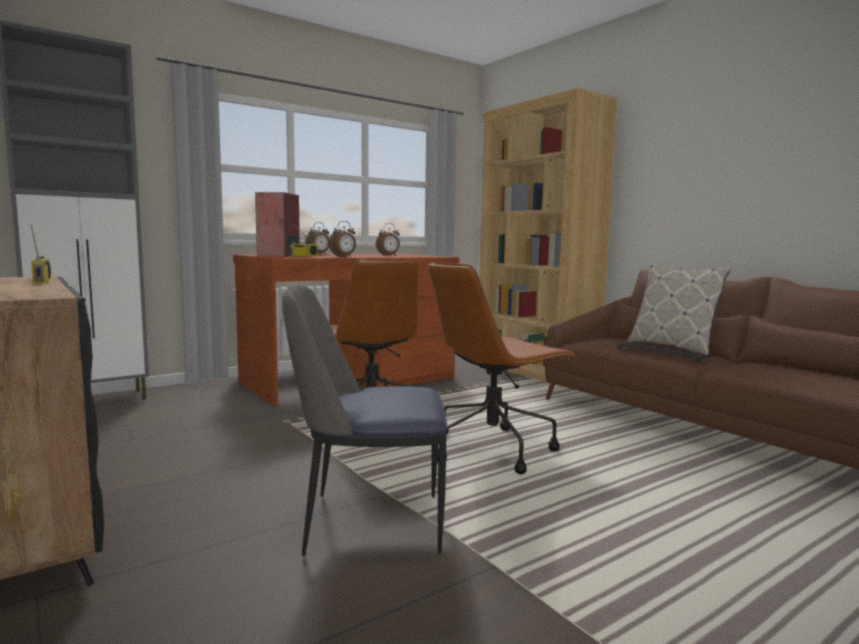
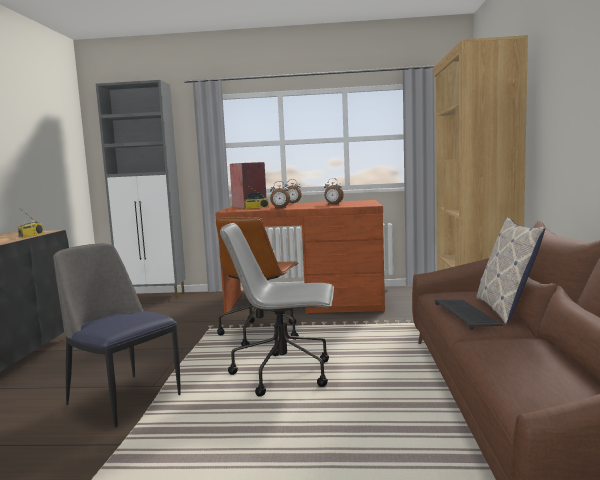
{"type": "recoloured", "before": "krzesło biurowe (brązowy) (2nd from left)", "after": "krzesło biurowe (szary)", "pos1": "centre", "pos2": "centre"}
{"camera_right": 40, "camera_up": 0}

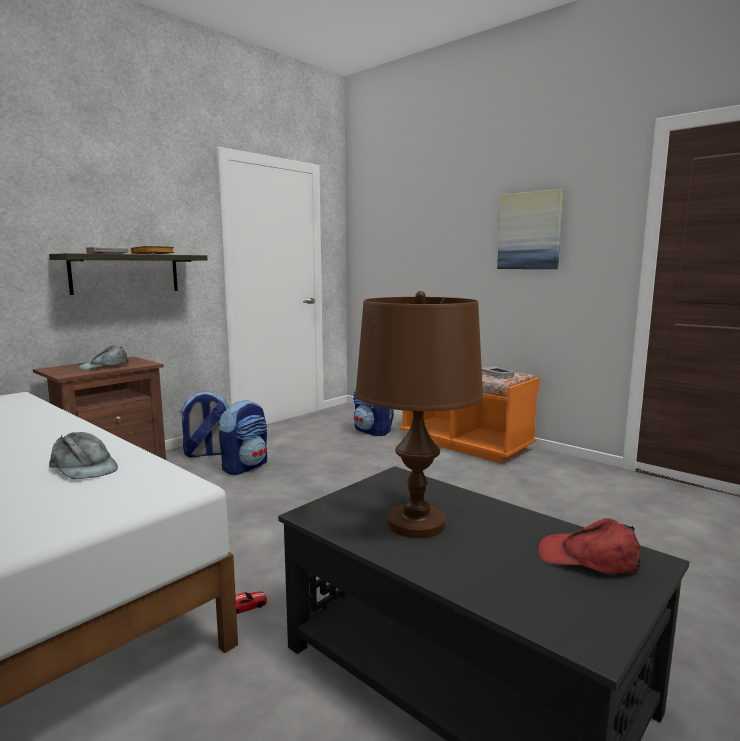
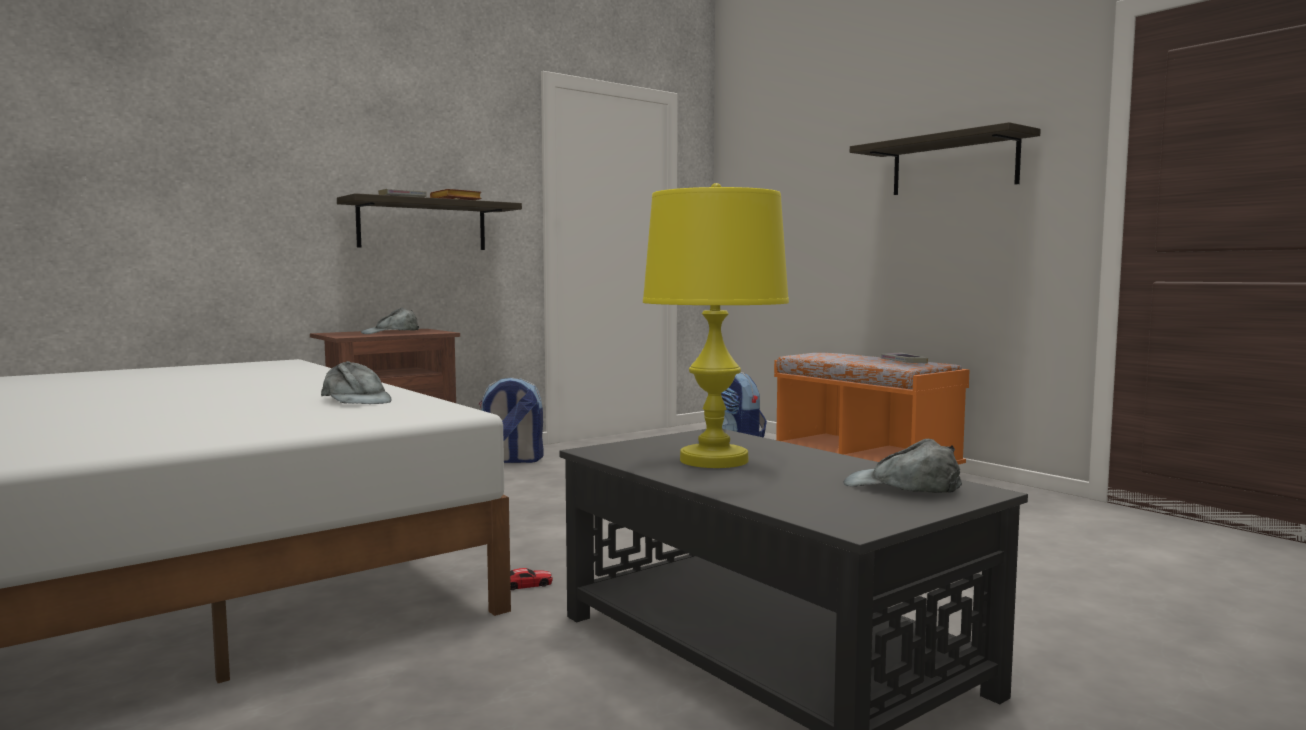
{"type": "recoloured", "before": "lampa stołowa (brązowy)", "after": "lampa stołowa (żółty)", "pos1": "centre", "pos2": "centre"}
{"type": "recoloured", "before": "czapka z daszkiem (czerwony)", "after": "czapka z daszkiem (szary) (3rd from left)", "pos1": "bottom right", "pos2": "middle right"}
{"type": "replaced", "before": "obraz", "after": "półka (2nd from left)", "pos1": "top right", "pos2": "top right"}
{"type": "removed", "before": "plecak (2nd from left)", "pos1": "middle left"}
{"camera_right": 10, "camera_up": -5}

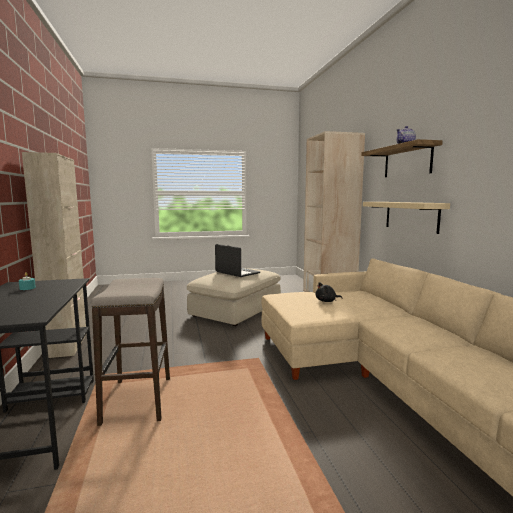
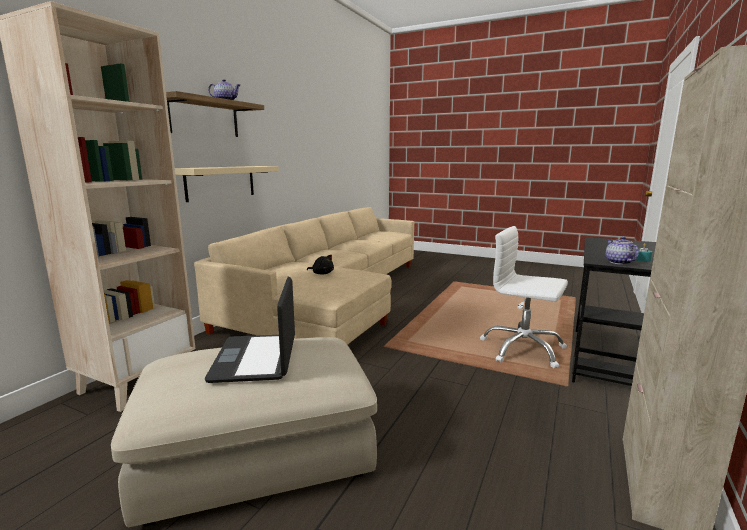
{"type": "replaced", "before": "stołek", "after": "krzesło biurowe (biały)", "pos1": "bottom left", "pos2": "middle right"}
{"type": "added", "after": "imbryk (2nd from left)", "pos2": "middle right"}
{"camera_right": -140, "camera_up": 5}

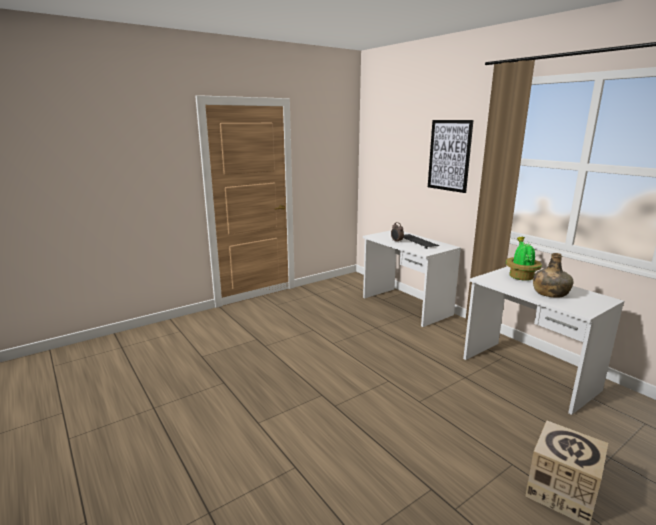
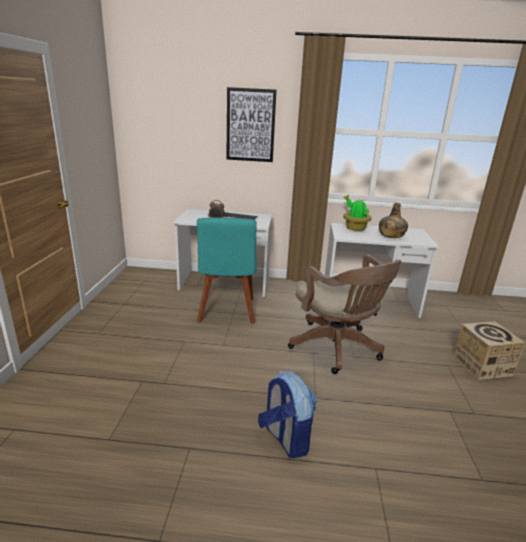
{"type": "added", "after": "krzesło (turkusowy)", "pos2": "centre"}
{"type": "added", "after": "plecak", "pos2": "bottom centre"}
{"type": "added", "after": "krzesło biurowe (brązowy)", "pos2": "centre"}
{"camera_right": -50, "camera_up": 5}

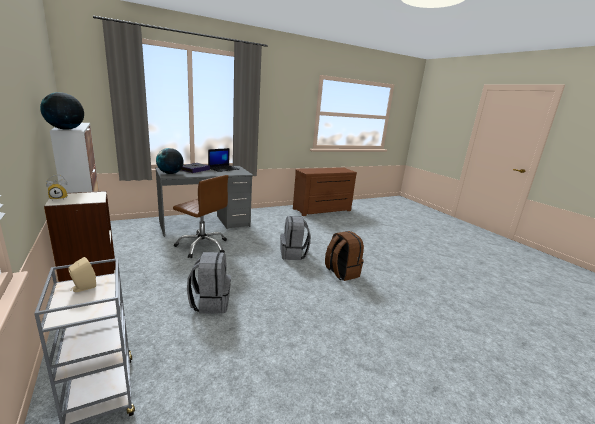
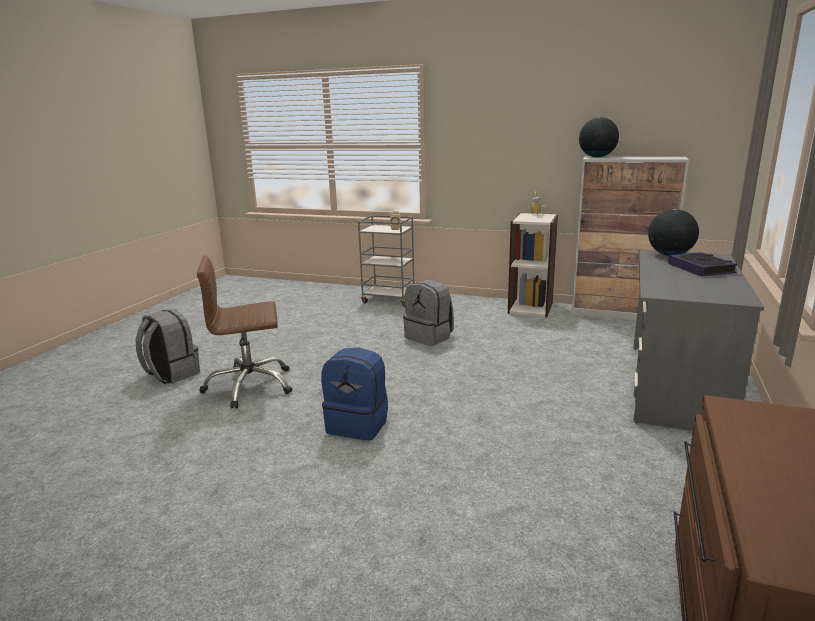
{"type": "moved", "before": "plecak (szary) (2nd from left in the first image)", "after": "plecak (szary) (1st from left)", "pos1": "centre", "pos2": "middle left"}
{"type": "moved", "before": "krzesło biurowe (brązowy)", "pos1": "centre", "pos2": "middle left"}
{"type": "recoloured", "before": "plecak (brązowy)", "after": "plecak (niebieski)", "pos1": "centre", "pos2": "centre"}
{"type": "removed", "before": "laptop", "pos1": "centre"}
{"camera_right": 140, "camera_up": 0}

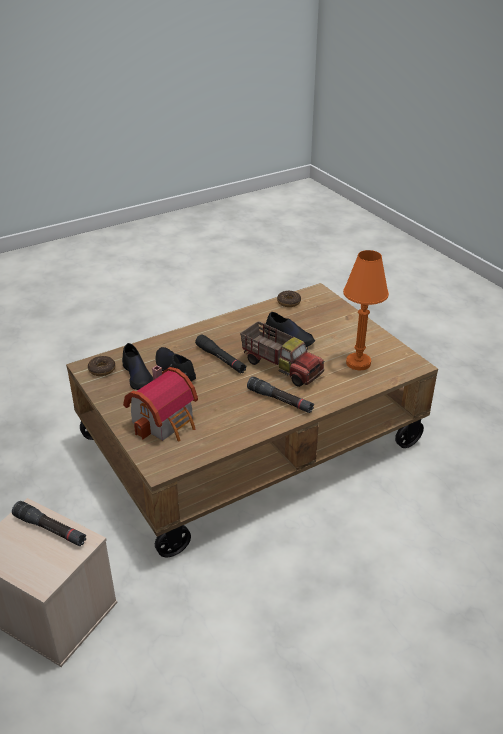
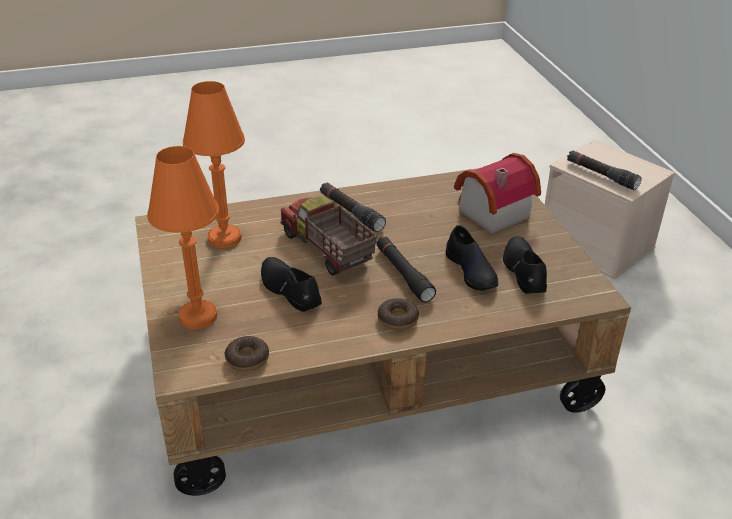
{"type": "added", "after": "lampa stołowa (pomarańczowy) (1st from left)", "pos2": "middle left"}
{"type": "moved", "before": "donut (1st from left in the first image)", "after": "donut (2nd from left)", "pos1": "middle left", "pos2": "centre"}
{"camera_right": -165, "camera_up": 0}

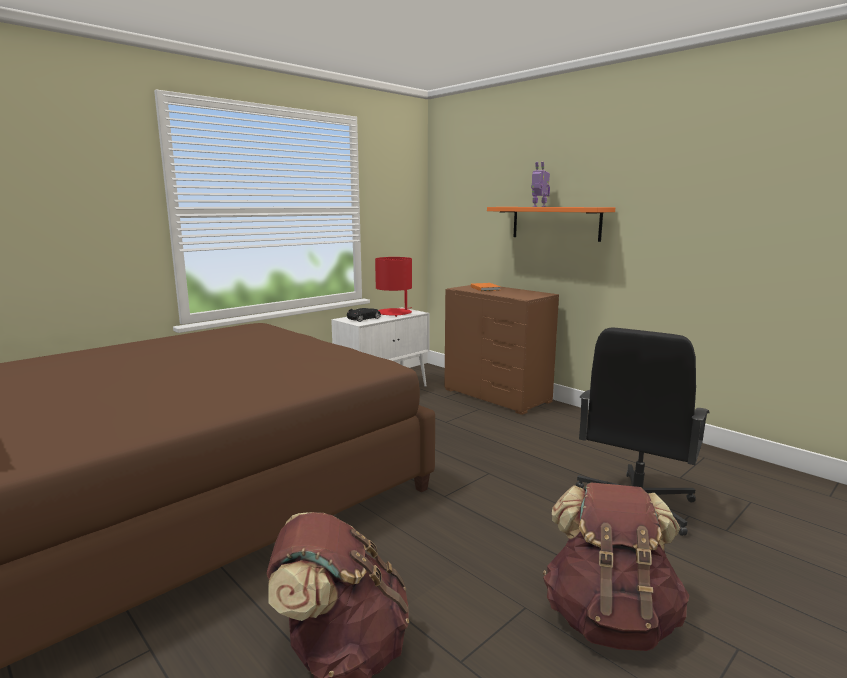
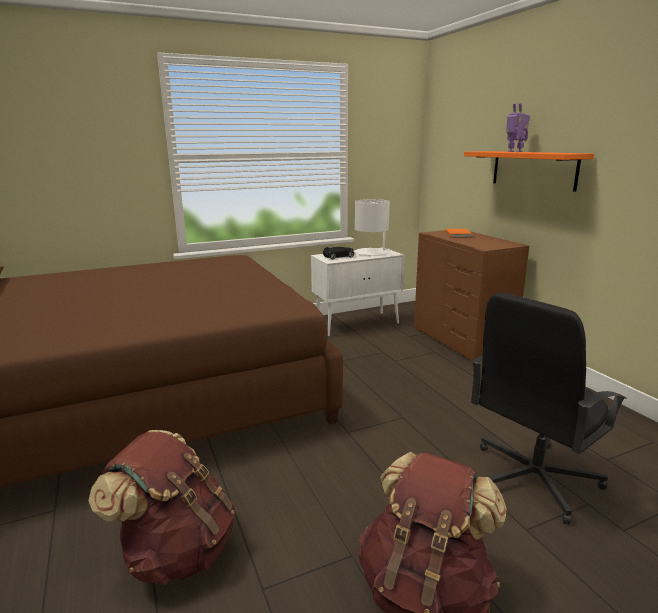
{"type": "recoloured", "before": "lampa stołowa (czerwony)", "after": "lampa stołowa (biały)", "pos1": "centre", "pos2": "centre"}
{"camera_right": 20, "camera_up": 5}

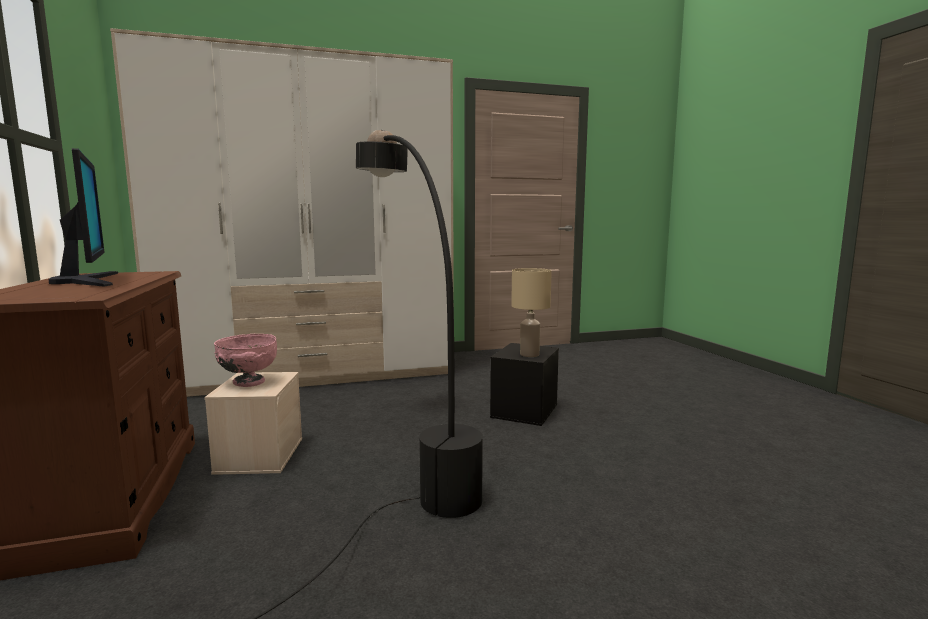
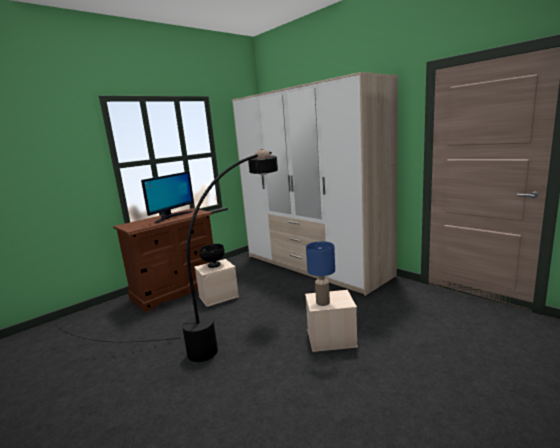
{"type": "recoloured", "before": "miska (różowy)", "after": "miska (czarny)", "pos1": "middle left", "pos2": "centre"}
{"type": "recoloured", "before": "pojemnik do przechowywania (czarny)", "after": "pojemnik do przechowywania (beżowy) (2nd from left)", "pos1": "centre", "pos2": "bottom centre"}
{"type": "recoloured", "before": "lampa stołowa (beżowy)", "after": "lampa stołowa (niebieski)", "pos1": "centre", "pos2": "centre"}
{"camera_right": 65, "camera_up": 5}

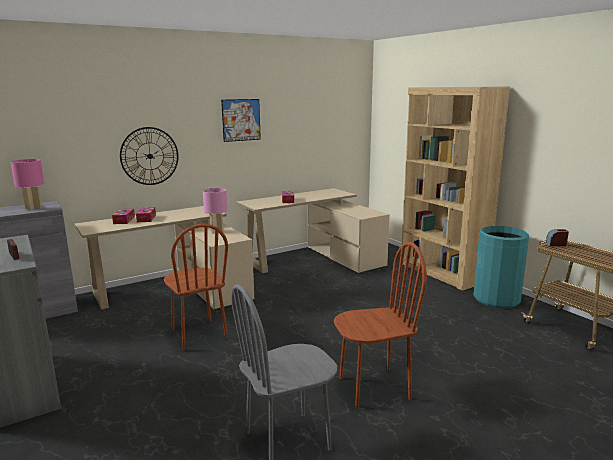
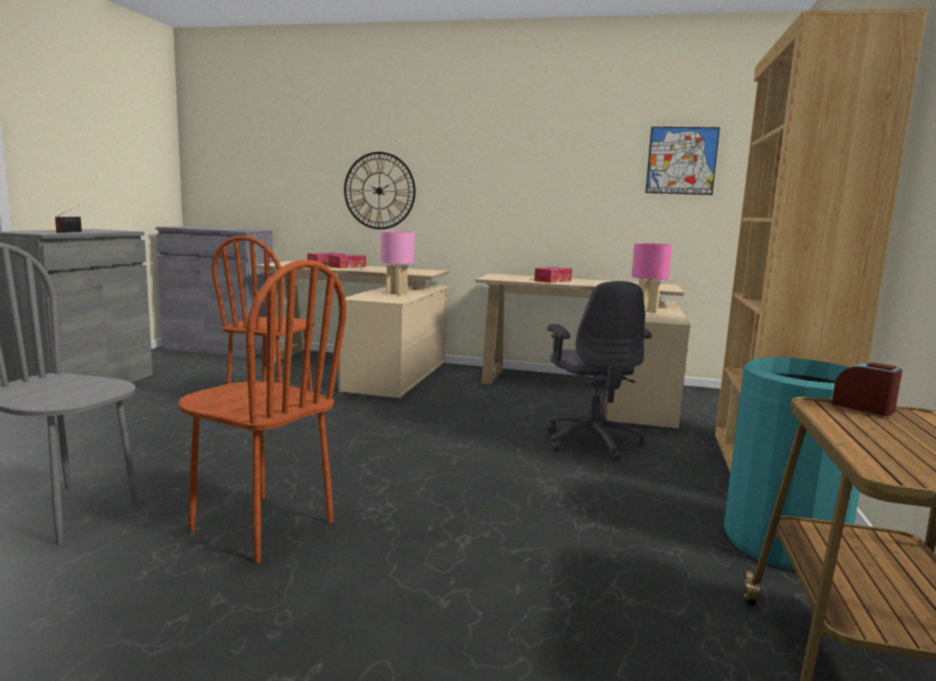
{"type": "added", "after": "krzesło biurowe (szary)", "pos2": "centre"}
{"type": "moved", "before": "lampa stołowa (różowy) (1st from left in the first image)", "after": "lampa stołowa (różowy) (2nd from left)", "pos1": "middle left", "pos2": "middle right"}
{"type": "moved", "before": "obraz", "pos1": "top centre", "pos2": "top right"}
{"camera_right": 45, "camera_up": -5}

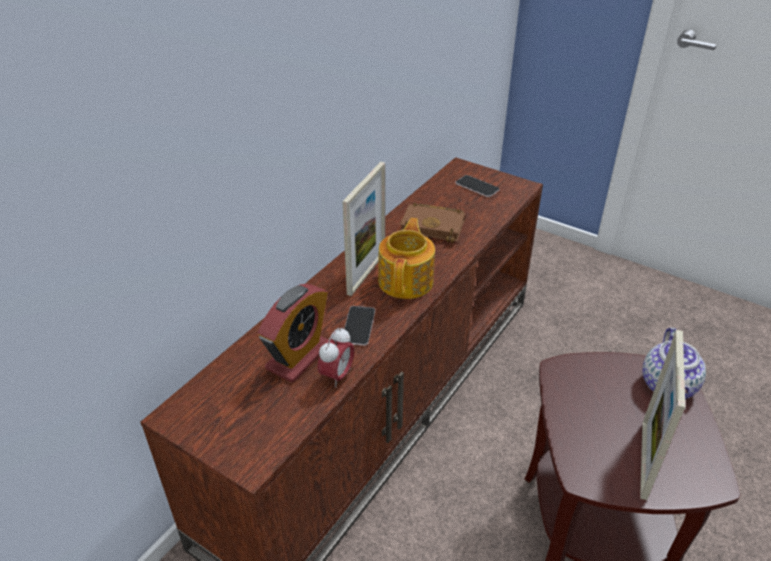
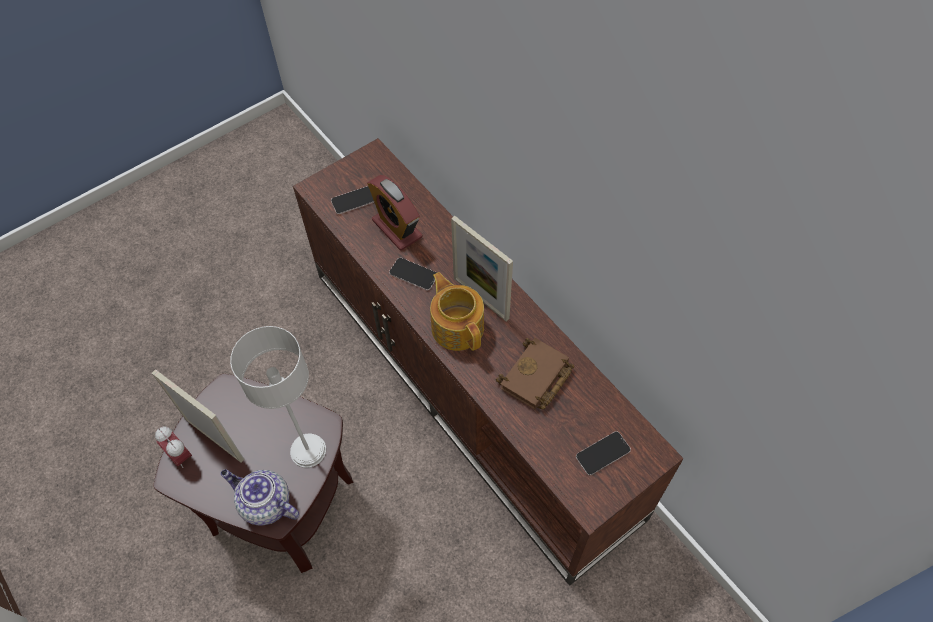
{"type": "moved", "before": "budzik (2nd from left in the first image)", "after": "budzik (1st from left)", "pos1": "centre", "pos2": "bottom left"}
{"type": "added", "after": "lampa stołowa (szary)", "pos2": "middle left"}
{"type": "added", "after": "telefon (1st from left)", "pos2": "top centre"}
{"type": "turned", "before": "imbryk (1st from left in the first image)", "pos1": "centre", "pos2": "centre", "turn": -150}
{"camera_right": 110, "camera_up": 20}

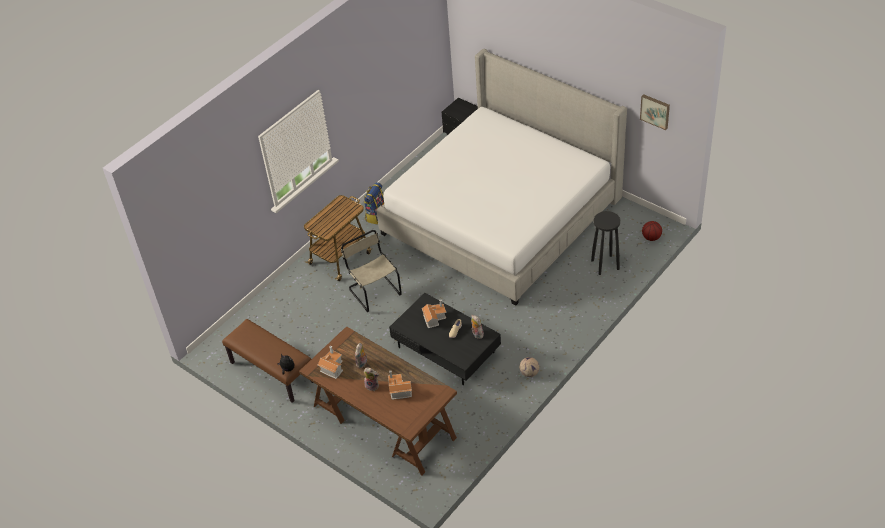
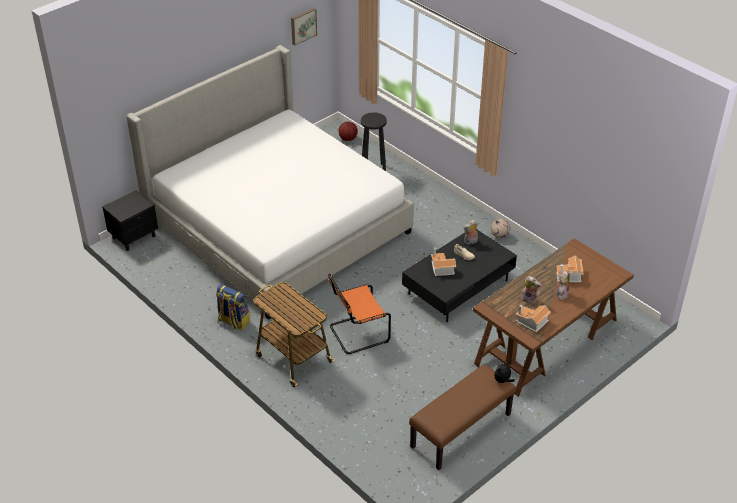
{"type": "recoloured", "before": "krzesło (beżowy)", "after": "krzesło (pomarańczowy)", "pos1": "centre", "pos2": "centre"}
{"camera_right": -85, "camera_up": -5}

